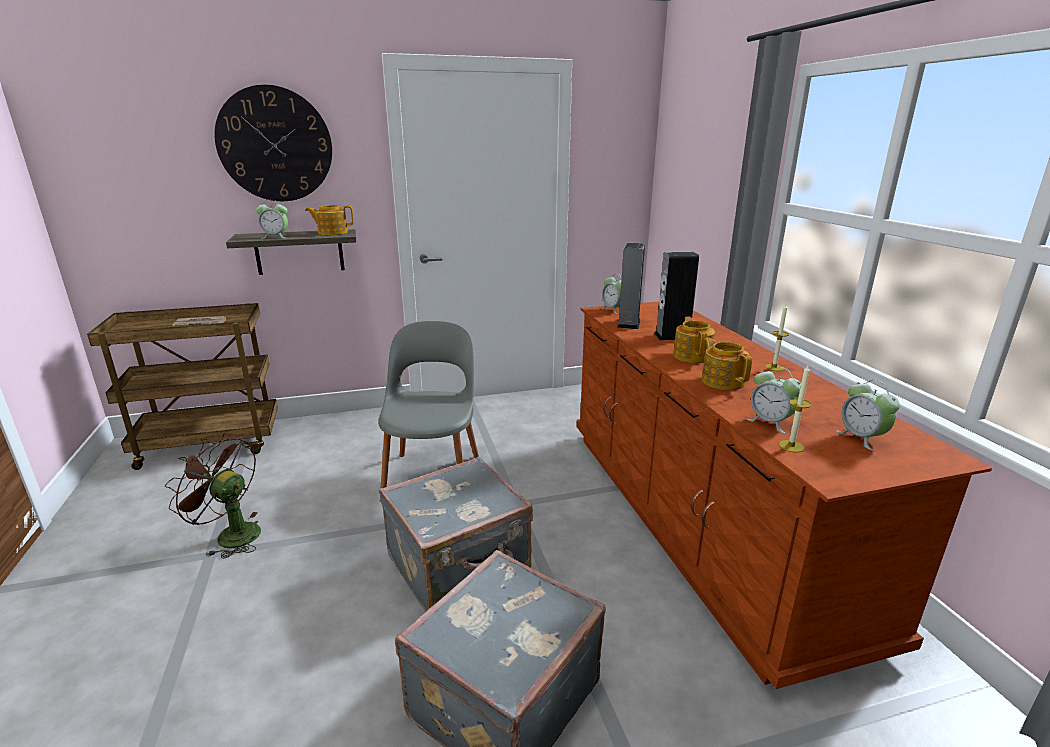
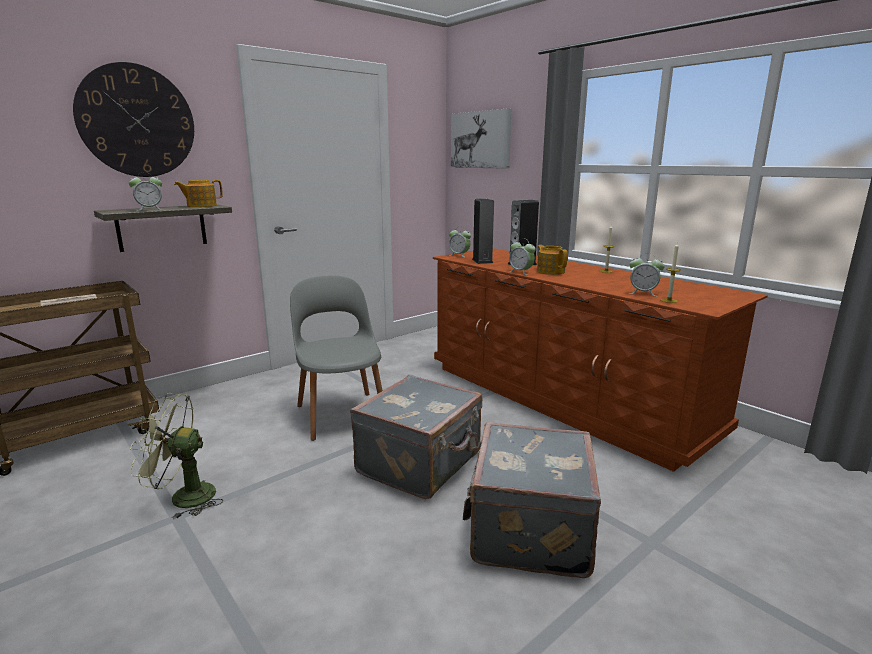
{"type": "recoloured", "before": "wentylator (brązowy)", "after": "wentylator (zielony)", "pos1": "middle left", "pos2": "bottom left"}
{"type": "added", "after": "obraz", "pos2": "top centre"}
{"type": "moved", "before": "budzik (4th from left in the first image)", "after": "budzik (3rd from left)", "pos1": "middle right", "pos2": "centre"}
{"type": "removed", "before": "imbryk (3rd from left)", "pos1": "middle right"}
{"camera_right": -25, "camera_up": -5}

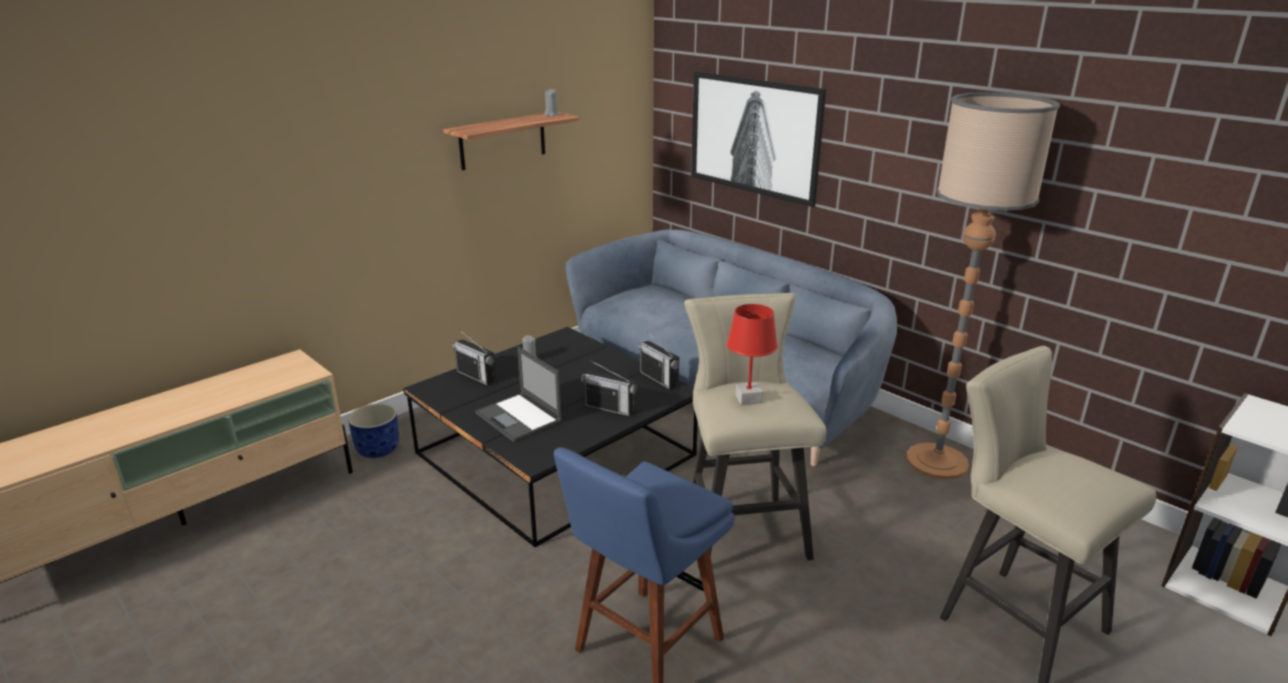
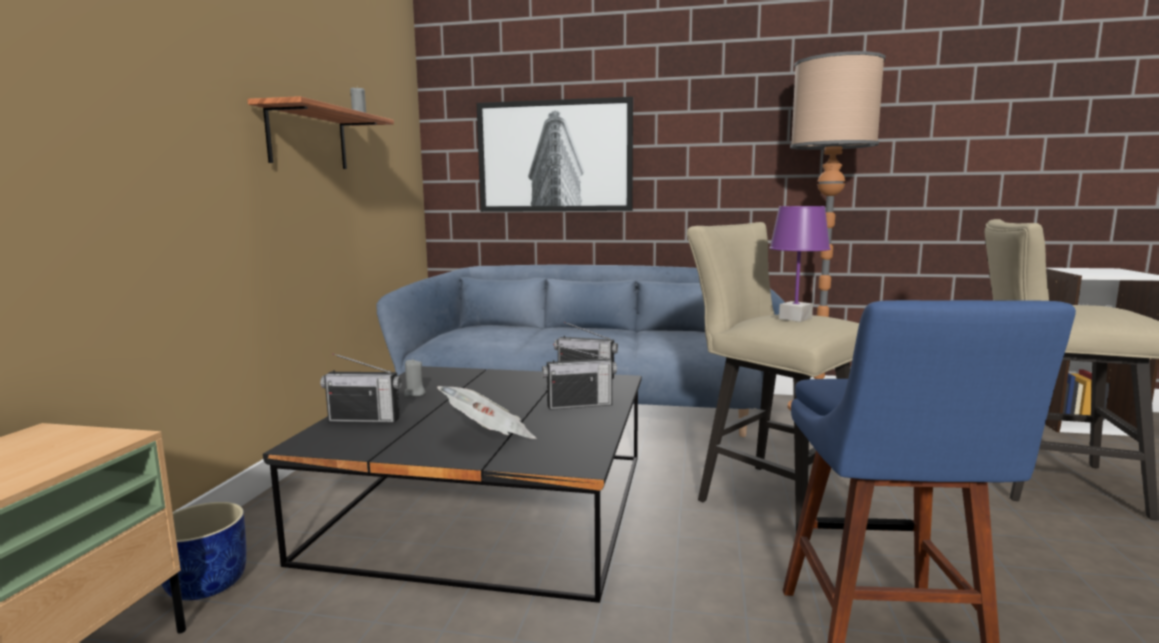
{"type": "replaced", "before": "laptop", "after": "gazeta", "pos1": "centre", "pos2": "centre"}
{"type": "recoloured", "before": "lampa stołowa (czerwony)", "after": "lampa stołowa (fioletowy)", "pos1": "centre", "pos2": "middle right"}
{"camera_right": -35, "camera_up": -15}

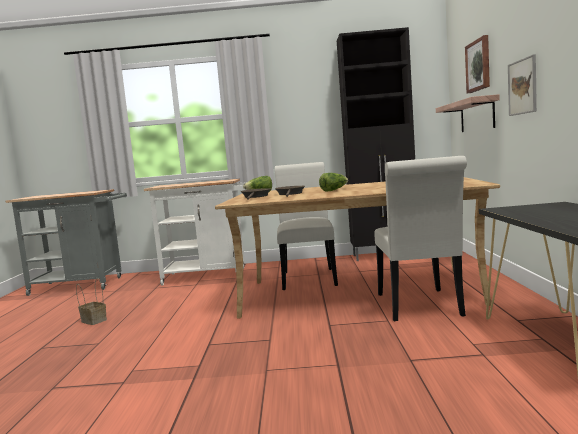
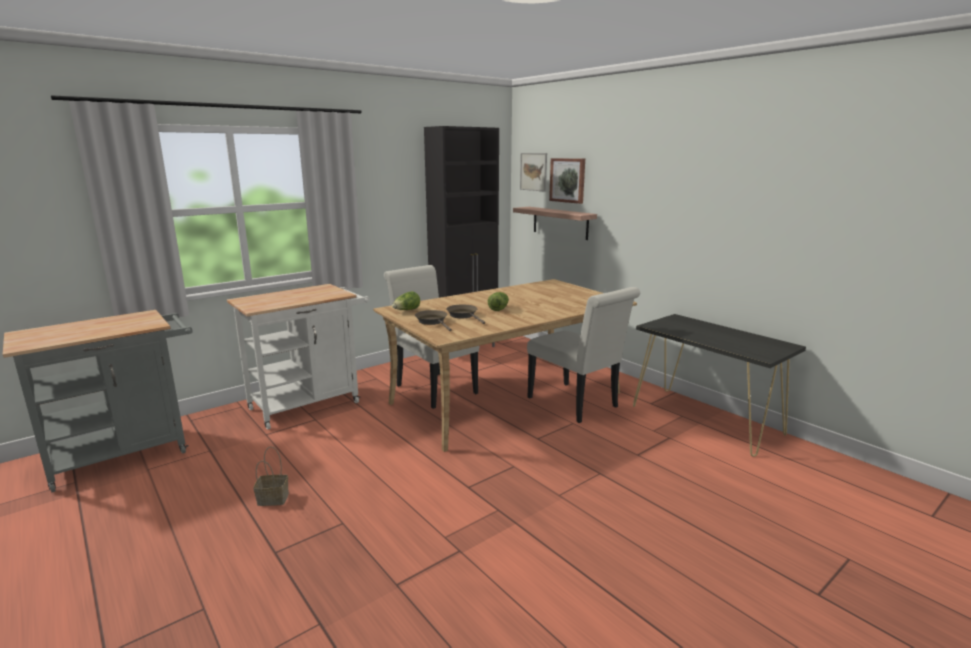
{"type": "moved", "before": "obraz (2nd from left in the first image)", "after": "obraz (1st from left)", "pos1": "top right", "pos2": "top centre"}
{"camera_right": -40, "camera_up": 10}

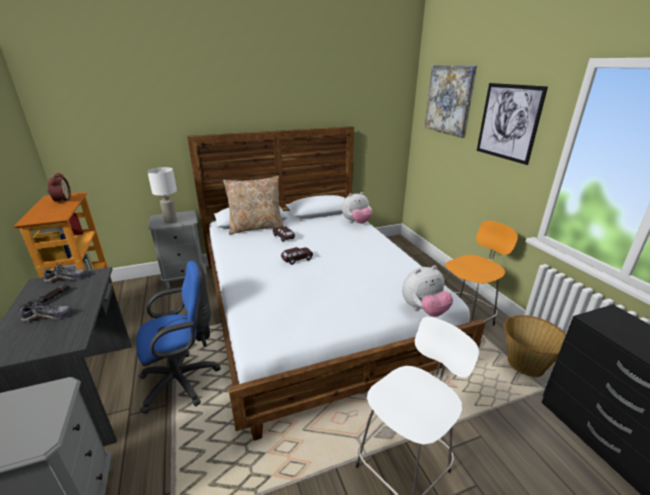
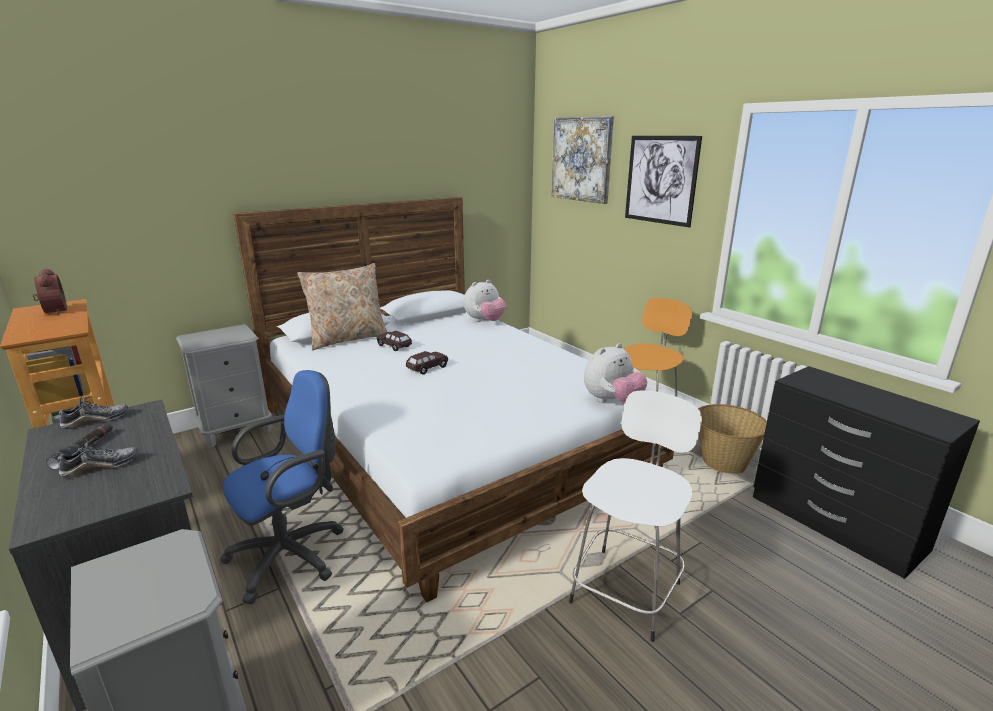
{"type": "removed", "before": "lampa stołowa (biały)", "pos1": "middle left"}
{"camera_right": -15, "camera_up": -5}

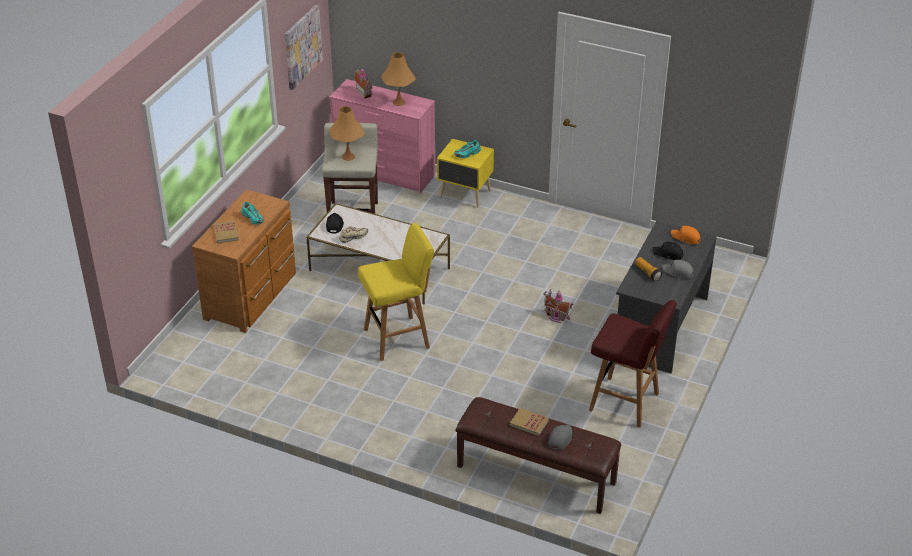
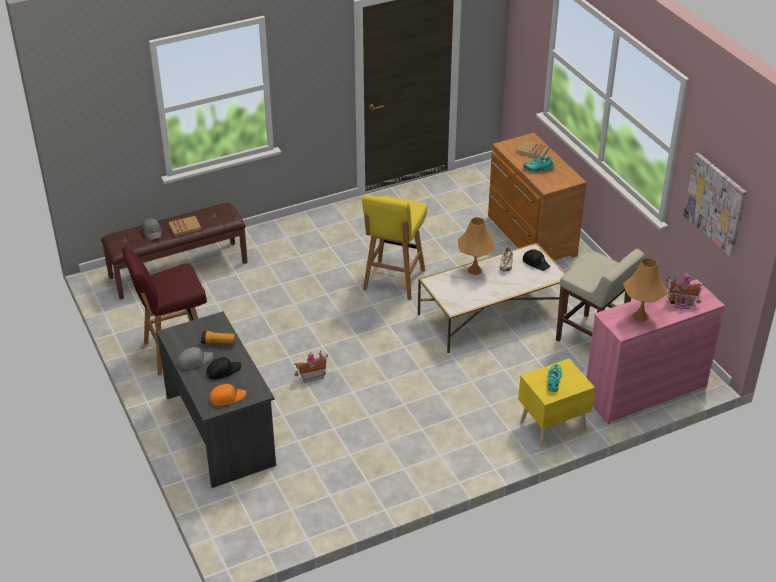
{"type": "moved", "before": "lampa stołowa (pomarańczowy) (1st from left)", "pos1": "top centre", "pos2": "centre"}
{"camera_right": 130, "camera_up": 0}

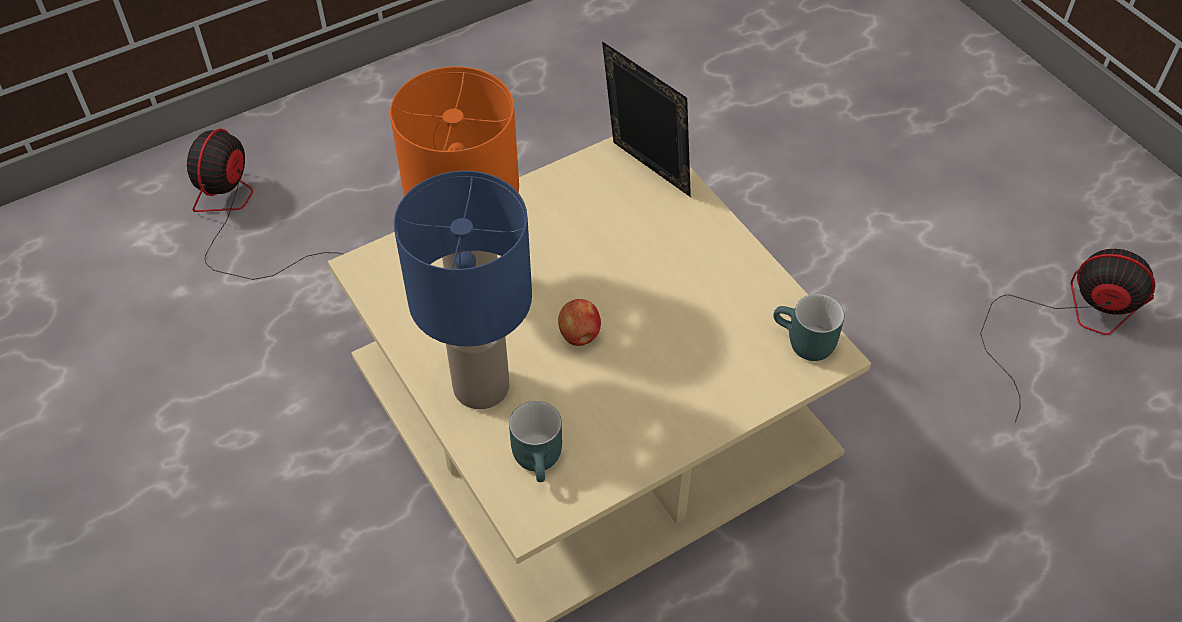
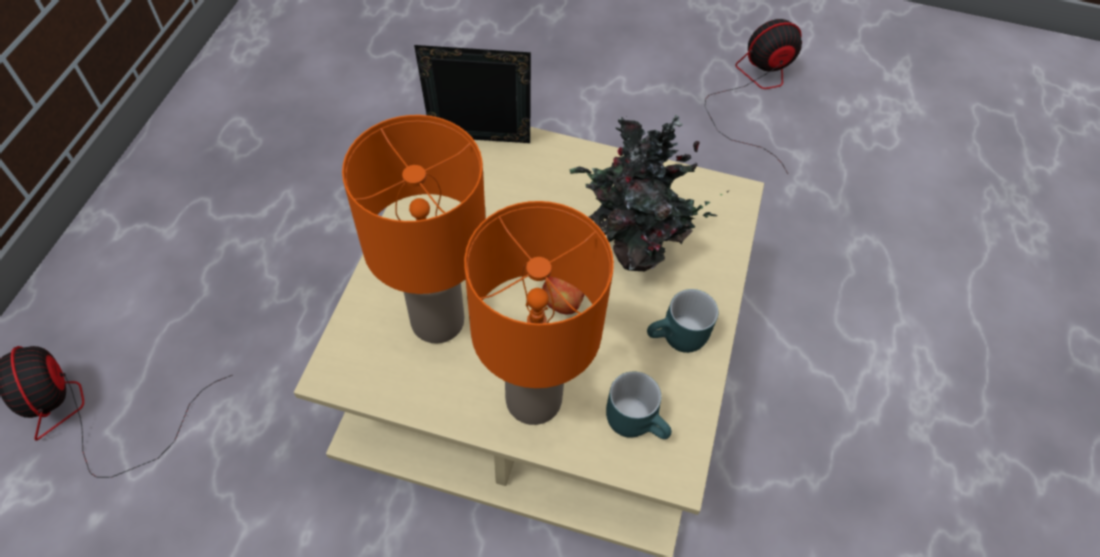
{"type": "recoloured", "before": "lampa stołowa (niebieski)", "after": "lampa stołowa (pomarańczowy) (2nd from left)", "pos1": "centre", "pos2": "centre"}
{"type": "added", "after": "roślina doniczkowa", "pos2": "centre"}
{"type": "moved", "before": "kubek (turkusowy) (2nd from left)", "pos1": "middle right", "pos2": "centre"}
{"camera_right": -45, "camera_up": 5}

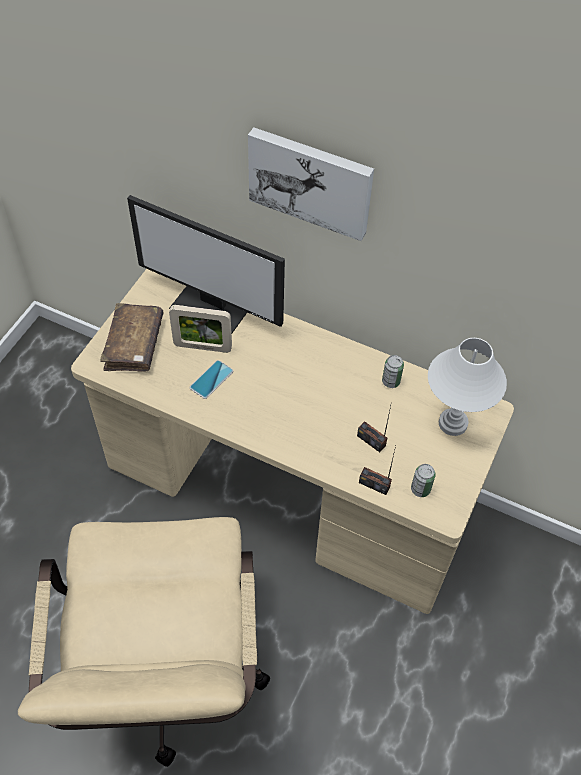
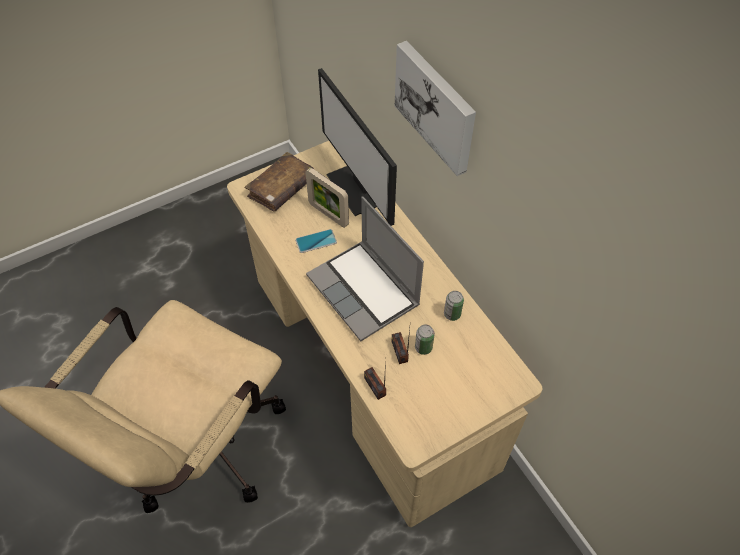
{"type": "added", "after": "laptop", "pos2": "centre"}
{"type": "moved", "before": "puszka (2nd from left in the first image)", "after": "puszka (1st from left)", "pos1": "middle right", "pos2": "centre"}
{"type": "removed", "before": "lampa stołowa (biały)", "pos1": "middle right"}
{"camera_right": 35, "camera_up": 0}

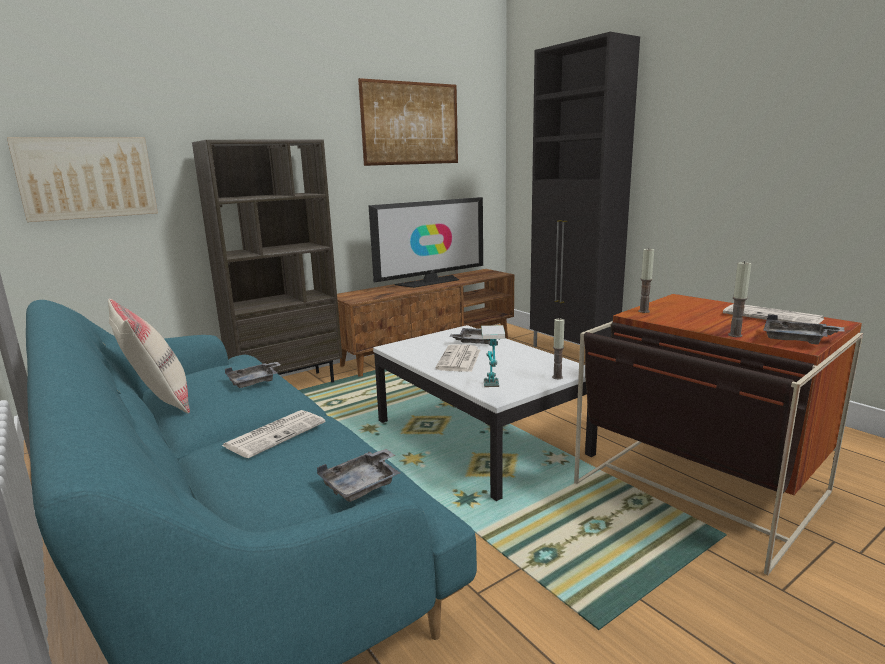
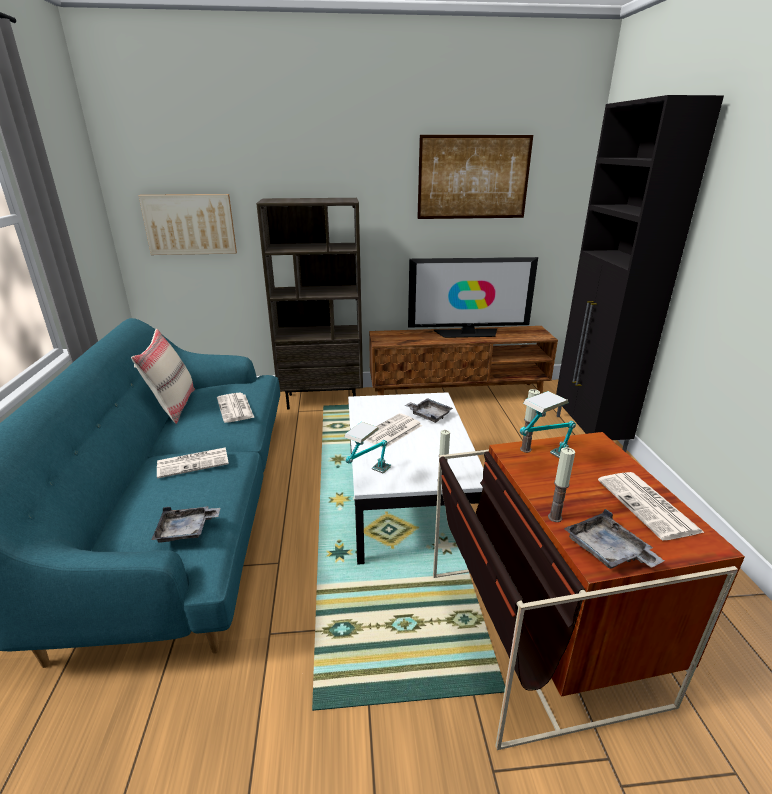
{"type": "replaced", "before": "taca (szary) (1st from left)", "after": "gazeta (2nd from left)", "pos1": "middle left", "pos2": "middle left"}
{"type": "added", "after": "lampa stołowa (2nd from left)", "pos2": "middle right"}
{"camera_right": 30, "camera_up": 10}

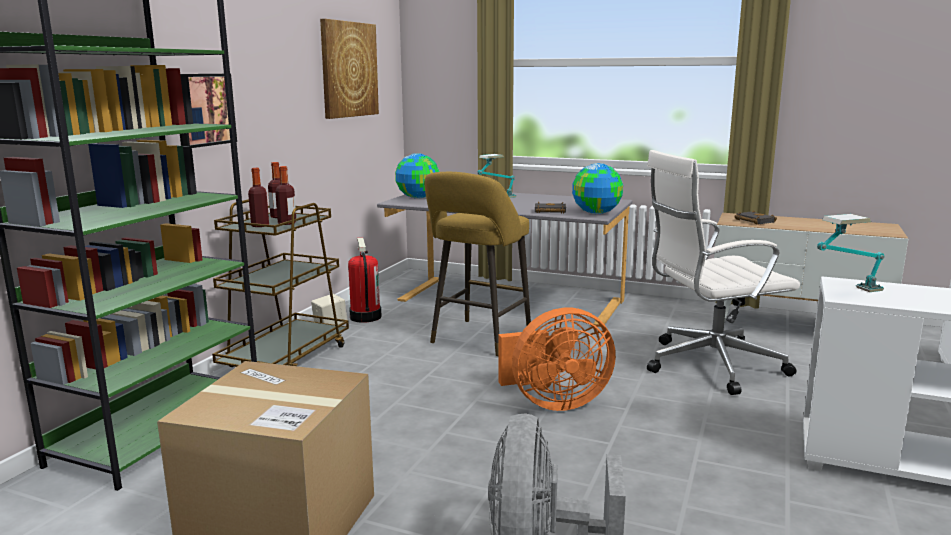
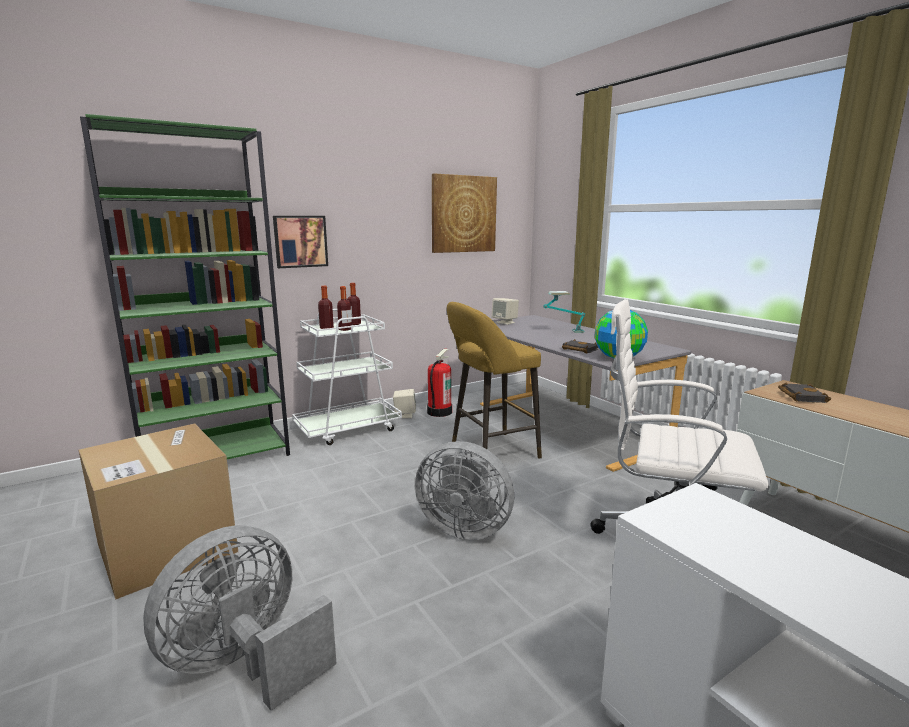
{"type": "recoloured", "before": "wózek (brązowy)", "after": "wózek (biały)", "pos1": "middle left", "pos2": "centre"}
{"type": "recoloured", "before": "wentylator (pomarańczowy)", "after": "wentylator (szary) (2nd from left)", "pos1": "bottom centre", "pos2": "bottom centre"}
{"type": "replaced", "before": "globus (1st from left)", "after": "głośnik (beżowy) (2nd from left)", "pos1": "top centre", "pos2": "centre"}
{"type": "removed", "before": "lampa stołowa (2nd from left)", "pos1": "middle right"}
{"camera_right": 35, "camera_up": 0}

